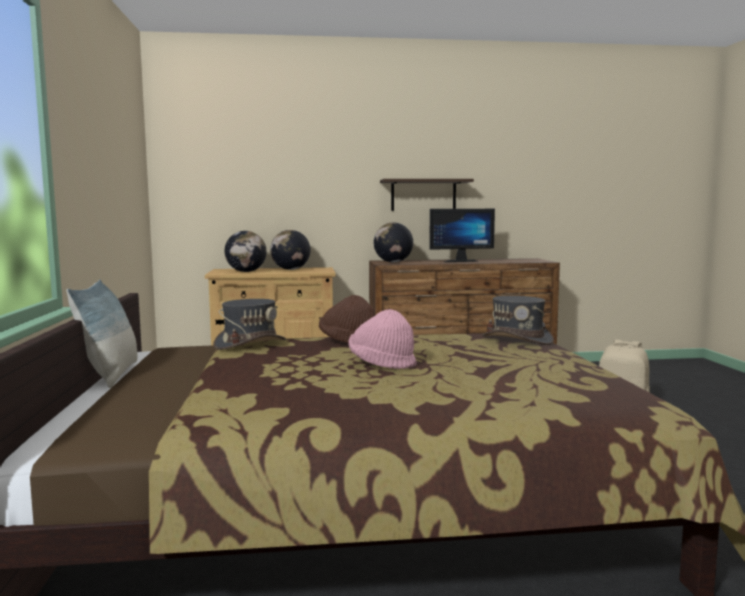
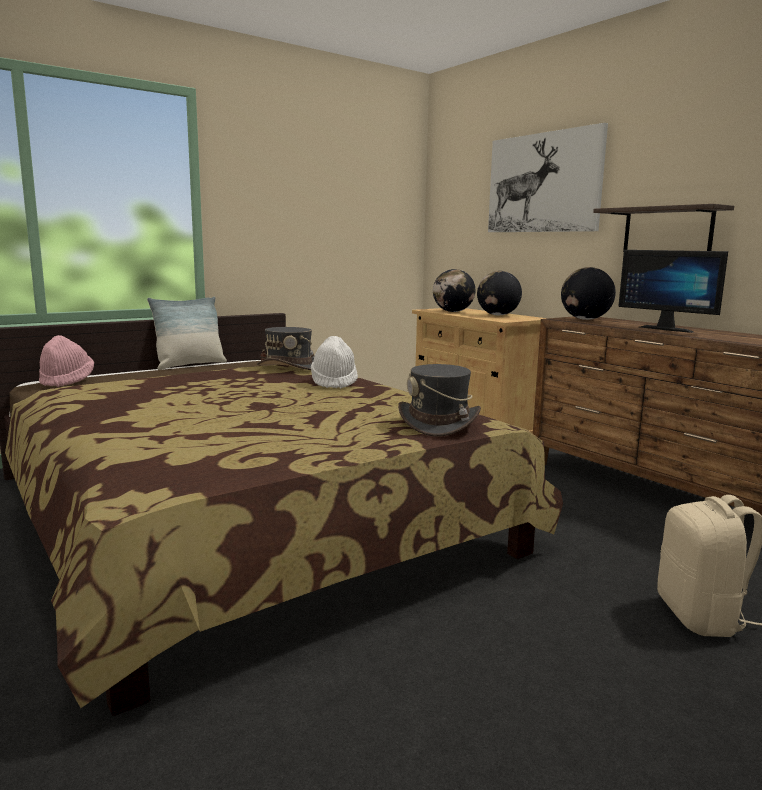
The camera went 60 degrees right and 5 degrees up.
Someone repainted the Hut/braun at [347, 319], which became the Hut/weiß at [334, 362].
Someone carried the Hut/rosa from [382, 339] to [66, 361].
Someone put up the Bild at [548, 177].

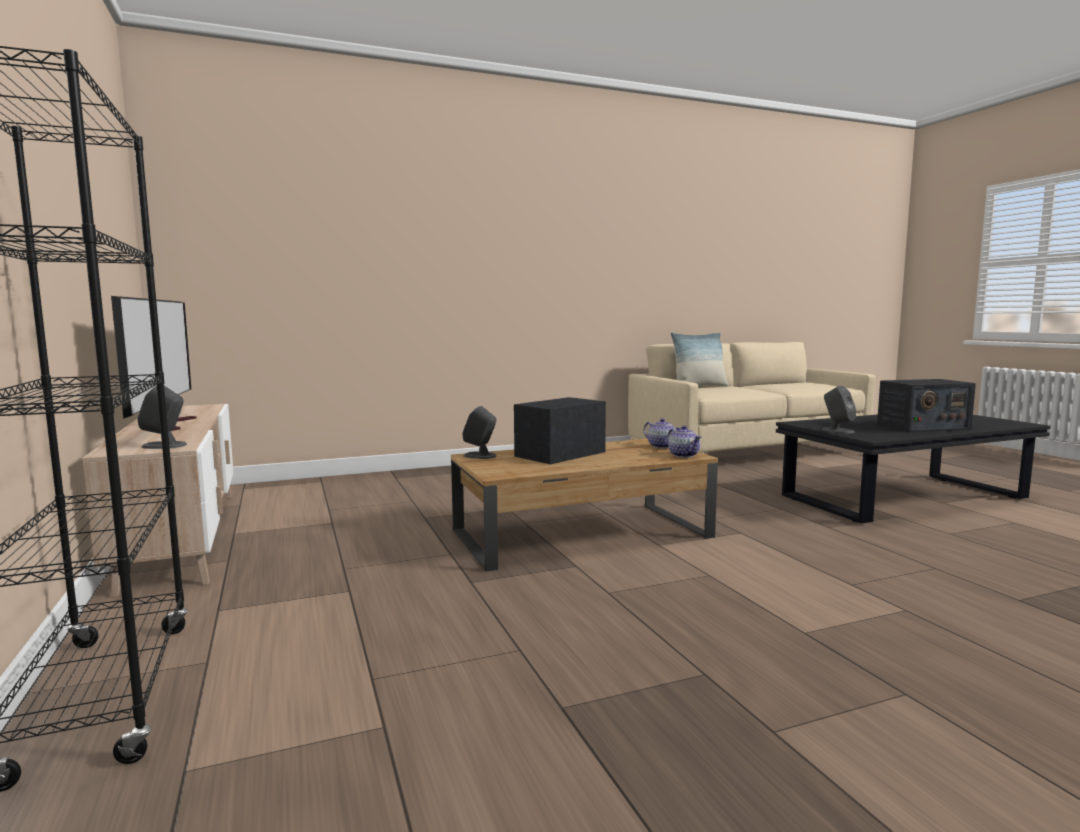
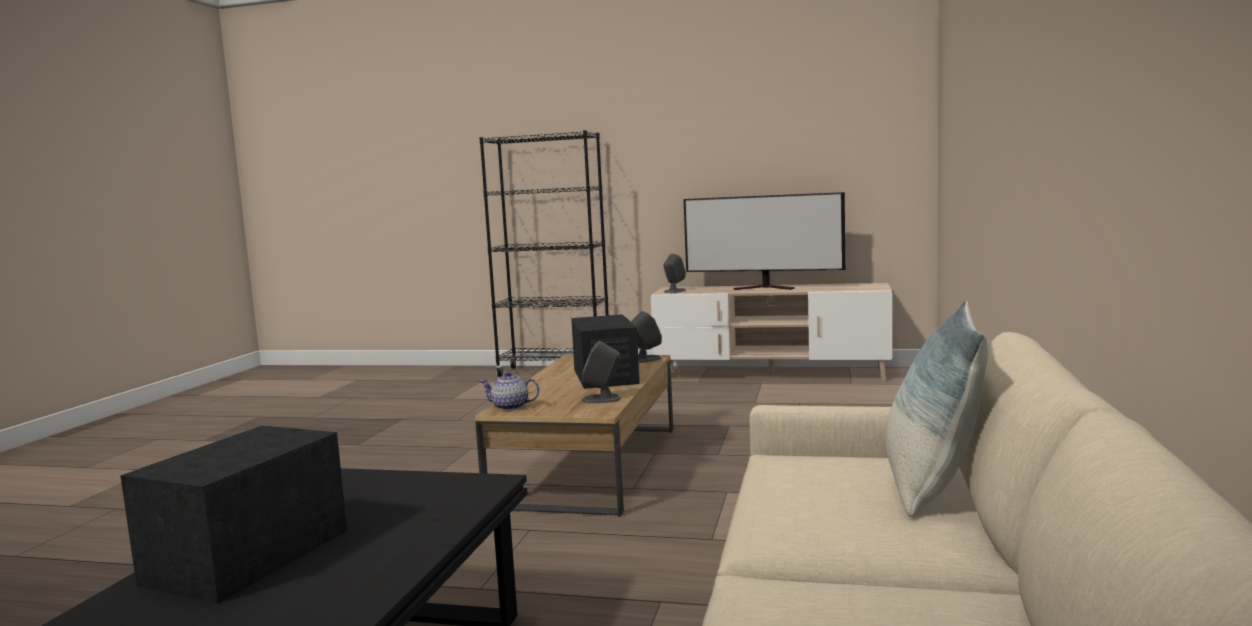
The camera went 125 degrees right and 0 degrees up.
Someone carried the Lautsprecher/grau from [839, 410] to [601, 372].
Someone took away the Teekanne at [663, 433].

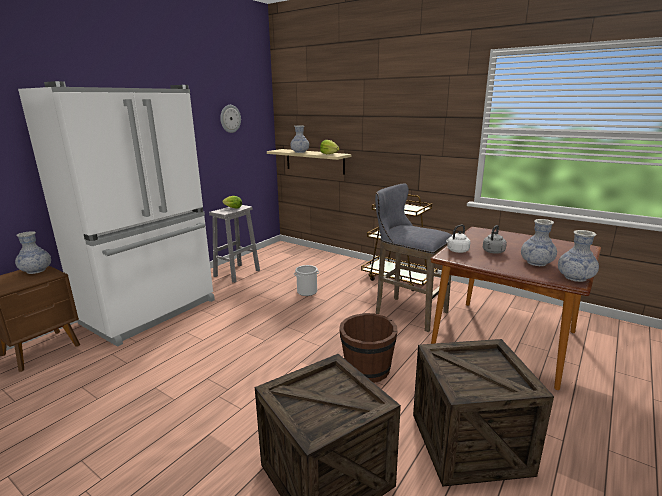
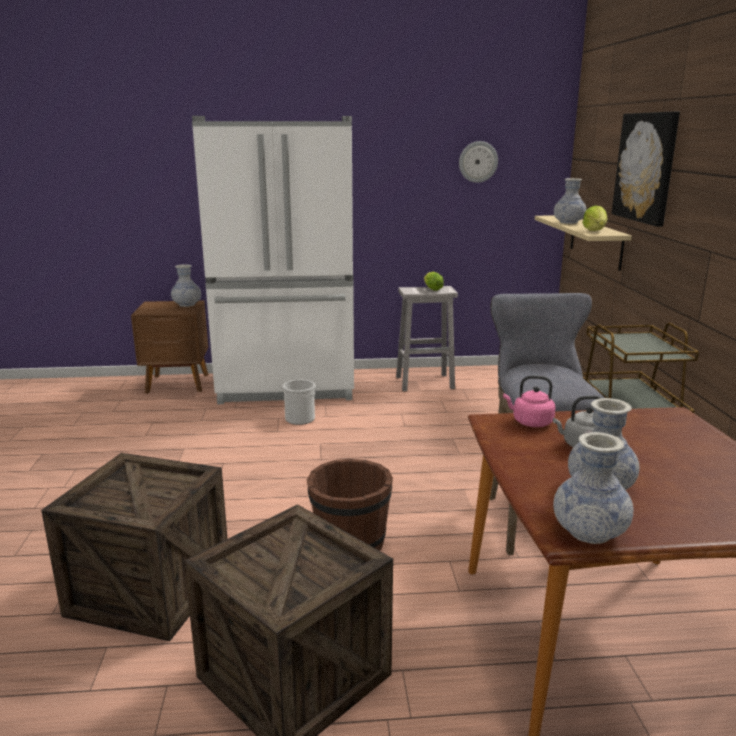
The camera went 50 degrees right and 0 degrees up.
Someone repainted the Wasserkessel/weiß at [458, 239], which became the Wasserkessel/rosa at [529, 401].
Someone carried the Eimer from [306, 280] to [299, 402].
Someone put up the Bild at [646, 169].

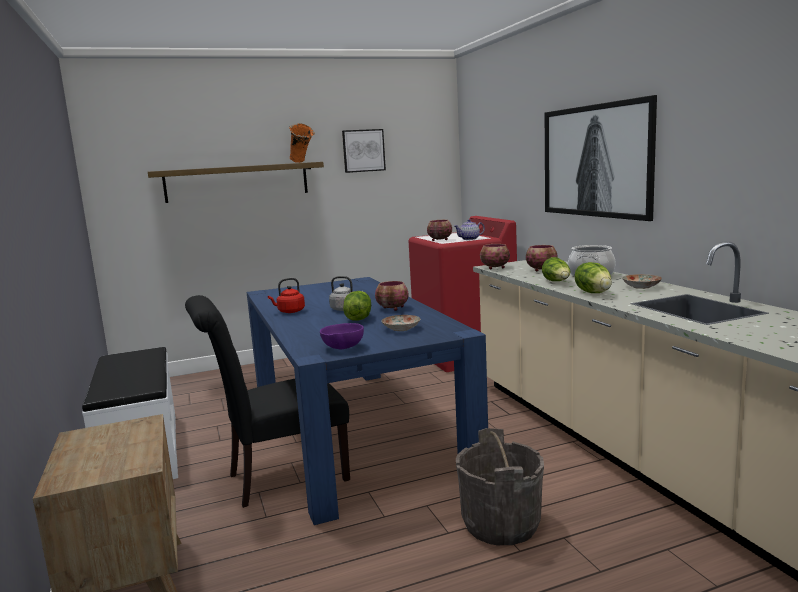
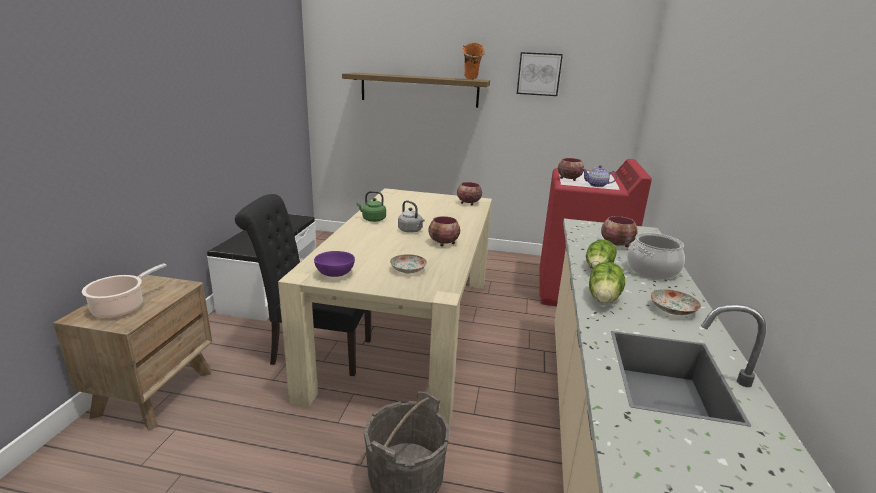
The camera went 30 degrees right and 10 degrees up.
Someone took away the Bild at [601, 158].
Someone carried the Schüssel from [495, 256] to [469, 193].
Someone repainted the Esstisch/blau at [367, 401], which became the Esstisch/beige at [385, 307].
Someone repainted the Wasserkessel/rot at [286, 295], which became the Wasserkessel/grün at [371, 206].
Someone took away the Salatkopf at [357, 306].
Someone put down the Kochtopf at [124, 290].

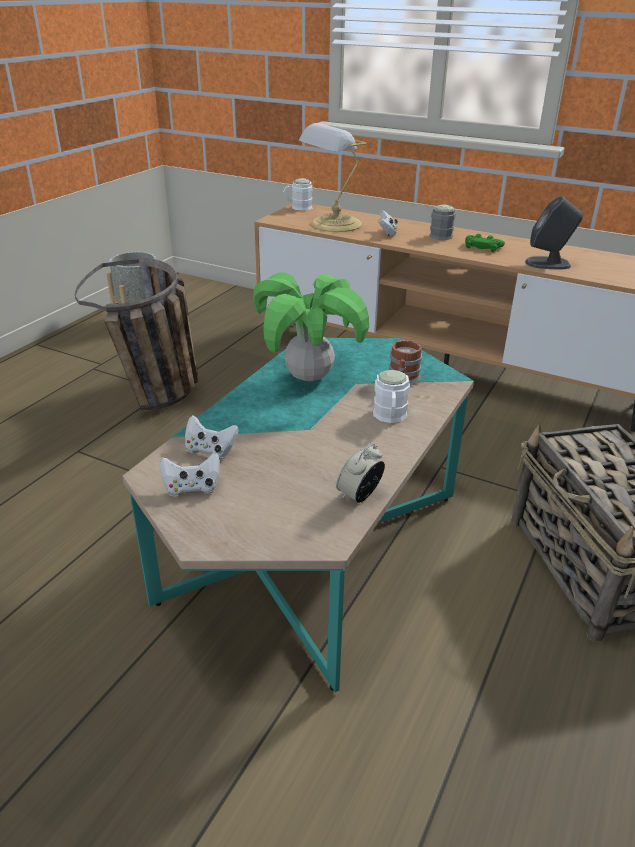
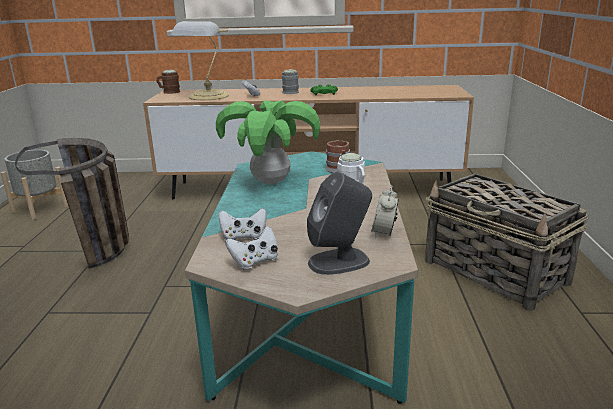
The camera went 25 degrees left and 10 degrees down.
Someone repainted the Henkelbecher/weiß at [298, 194], which became the Henkelbecher/braun at [168, 82].
Someone carried the Lautsprecher/grau from [554, 232] to [339, 223].

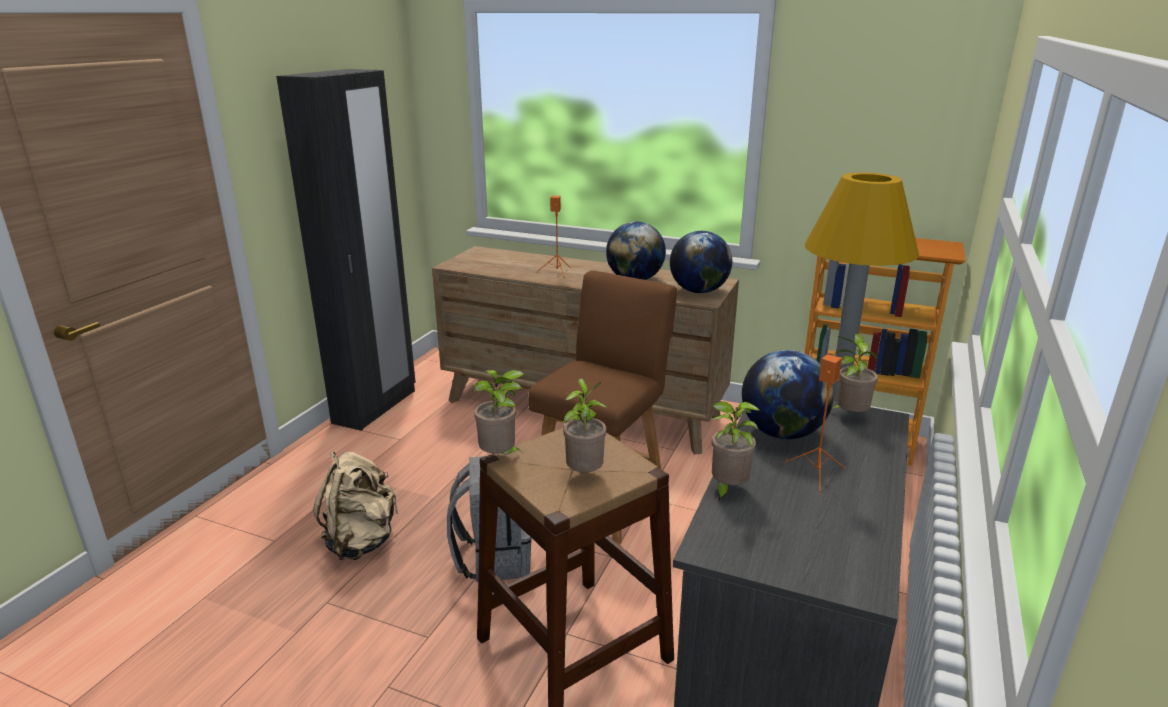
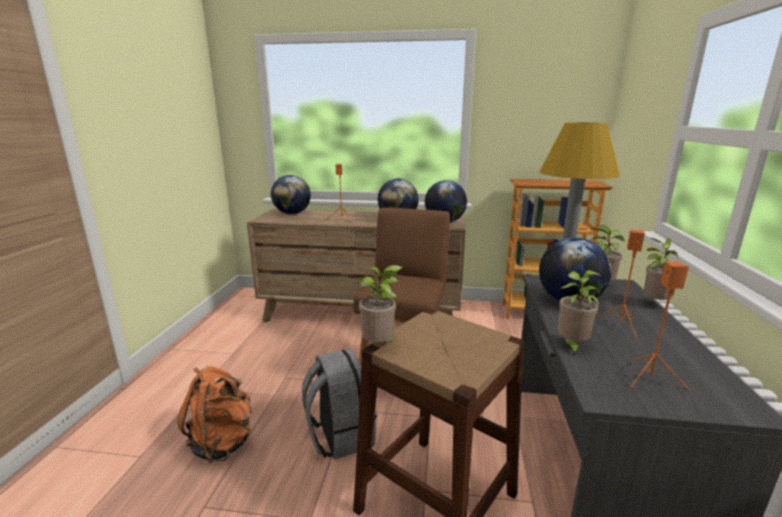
The camera went 15 degrees left and 5 degrees down.
Someone took away the Kleiderschrank/schwarz at [346, 250].
Someone carried the Topfpflanze from [584, 425] to [659, 269].
Someone repainted the Rucksack/beige at [356, 505], which became the Rucksack/orange at [214, 414].
Someone put down the Globus at [291, 194].
Someone put down the Lautsprecher/orange at [659, 326].

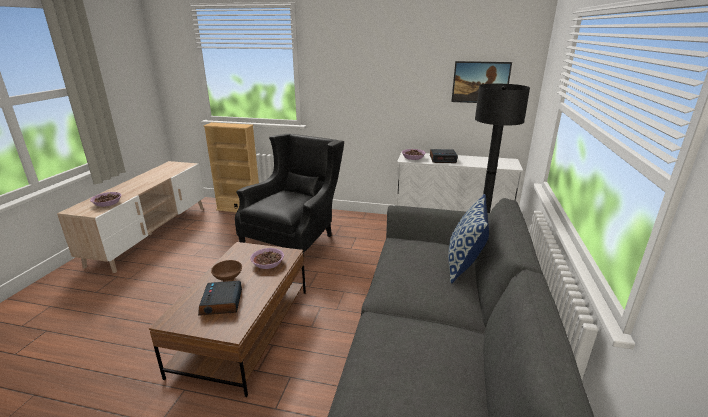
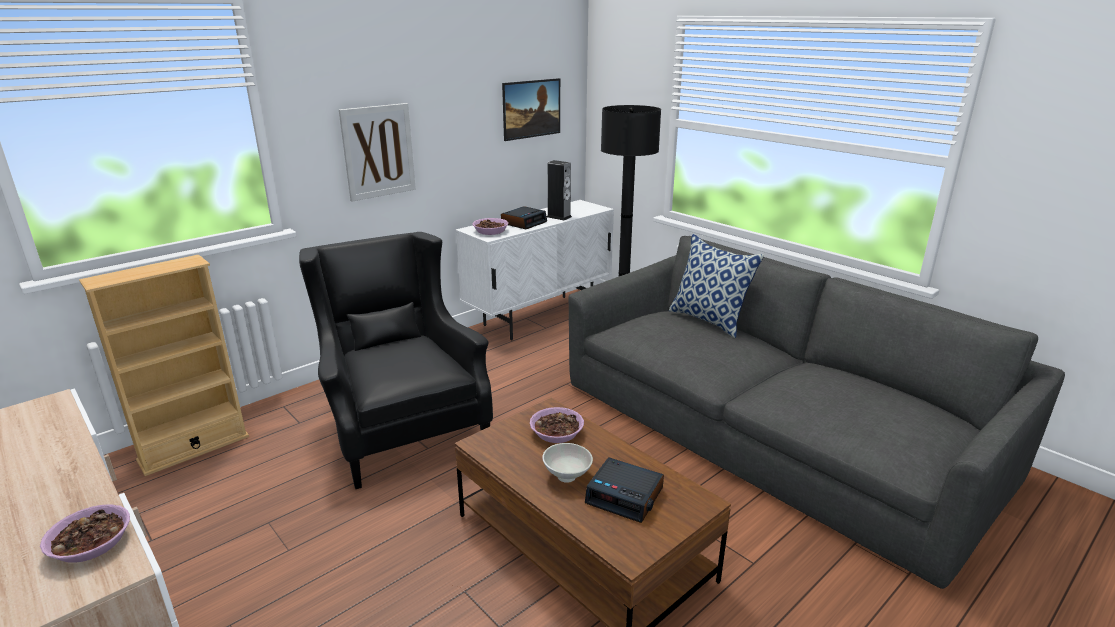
The camera went 55 degrees left and 0 degrees up.
Someone repainted the Schüssel/braun at [226, 271], which became the Schüssel/weiß at [567, 463].
Someone put up the Bild at [377, 152].
Someone put down the Lautsprecher at [559, 190].

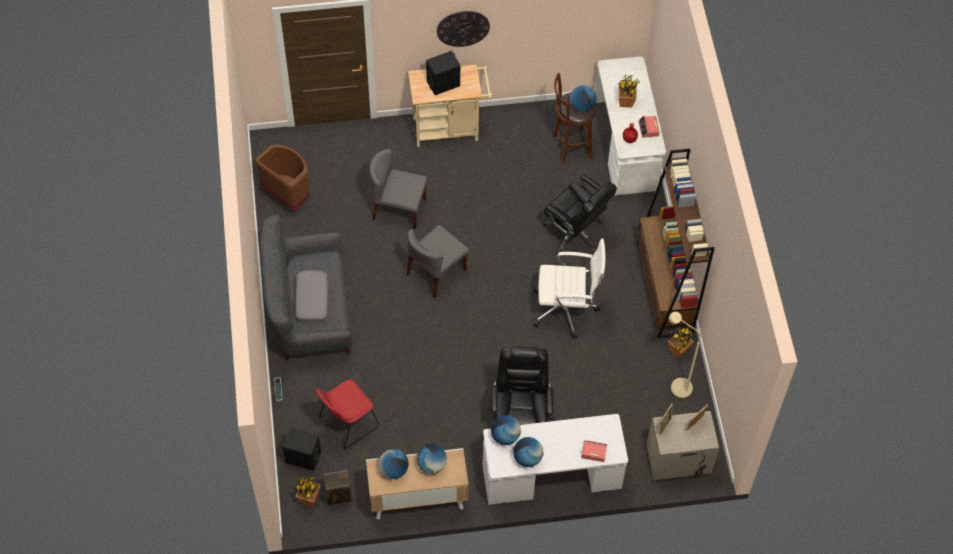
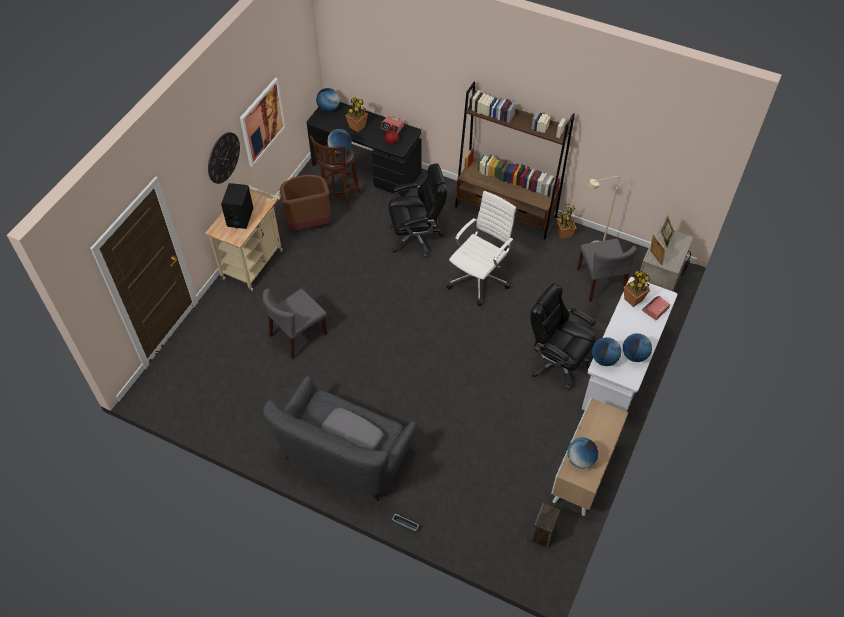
The camera went 55 degrees left and 5 degrees down.
Someone repainted the Schreibtisch/weiß at [630, 125], which became the Schreibtisch/schwarz at [363, 149].
Someone carried the Mülleimer/braun from [282, 178] to [305, 203].
Someone carried the Stuhl/grau from [438, 261] to [607, 270].
Someone took away the Stuhl/rot at [347, 414].
Someone took away the Lautsprecher/schwarz at [301, 449].
Someone carried the Globus from [432, 459] to [328, 100].
Someone carried the Topfpflanze from [308, 491] to [637, 288].
Someone put up the Bild at [262, 122].

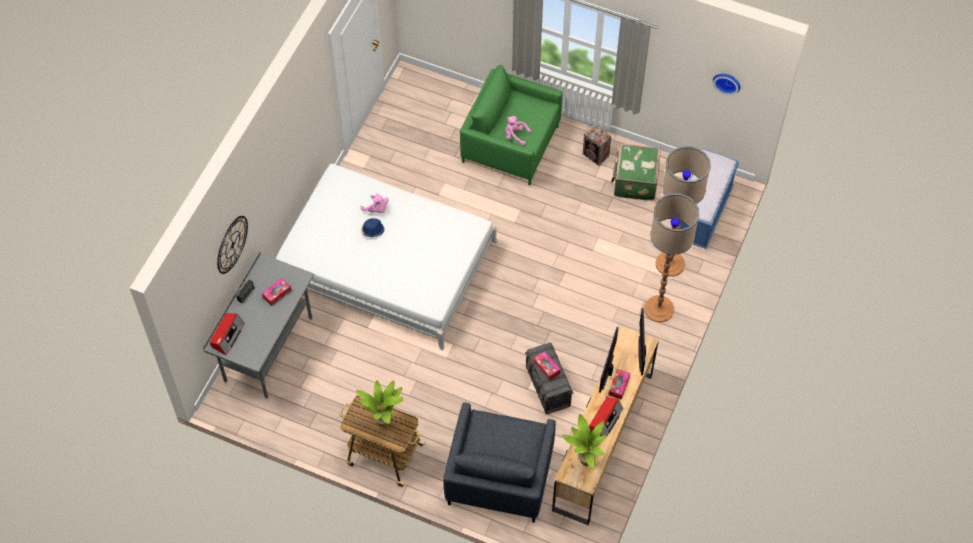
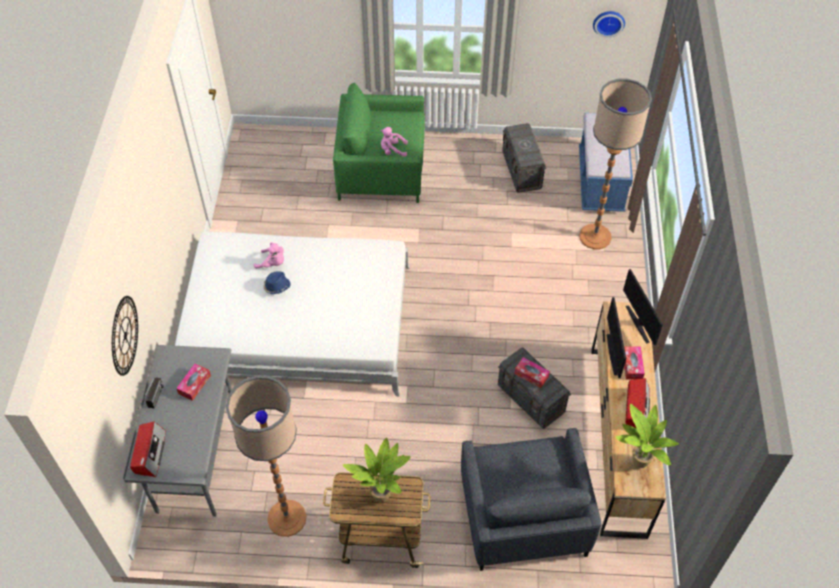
The camera went 20 degrees left and 5 degrees down.
Someone took away the Lautsprecher at [597, 145].
Someone swapped the Koffer/grün at [636, 172] for the Aufbewahrungsbox/grau at [524, 158].
Someone carried the Stehlampe from [671, 257] to [266, 456].

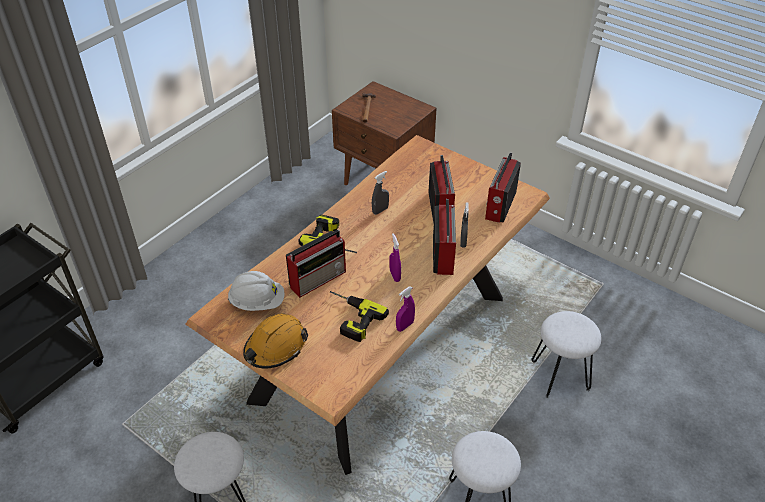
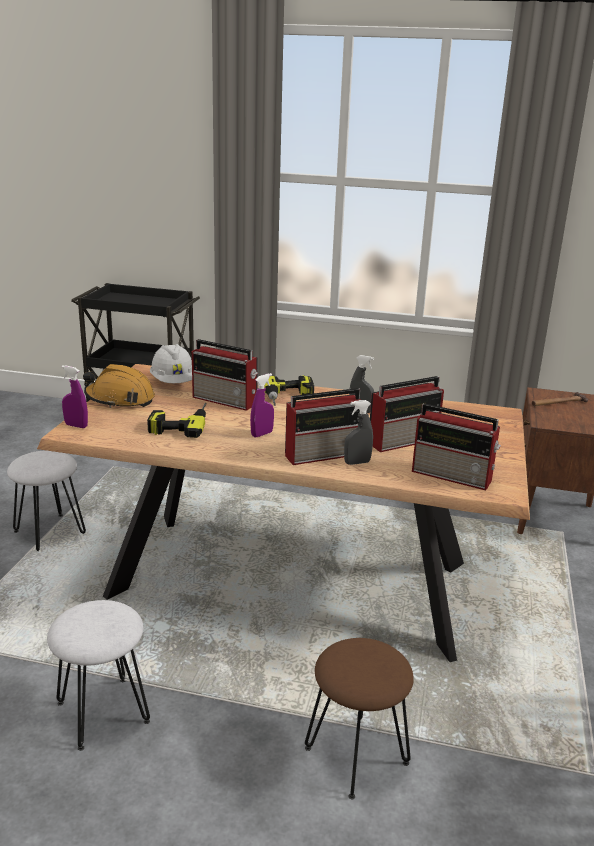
The camera went 65 degrees right and 20 degrees down.
Someone rotated the Radio at [503, 188] by 150 degrees counterclockwise.
Someone carried the Sprühflasche/lila from [405, 309] to [74, 396].
Someone repainted the Hocker/weiß at [566, 354], which became the Hocker/braun at [359, 718].

